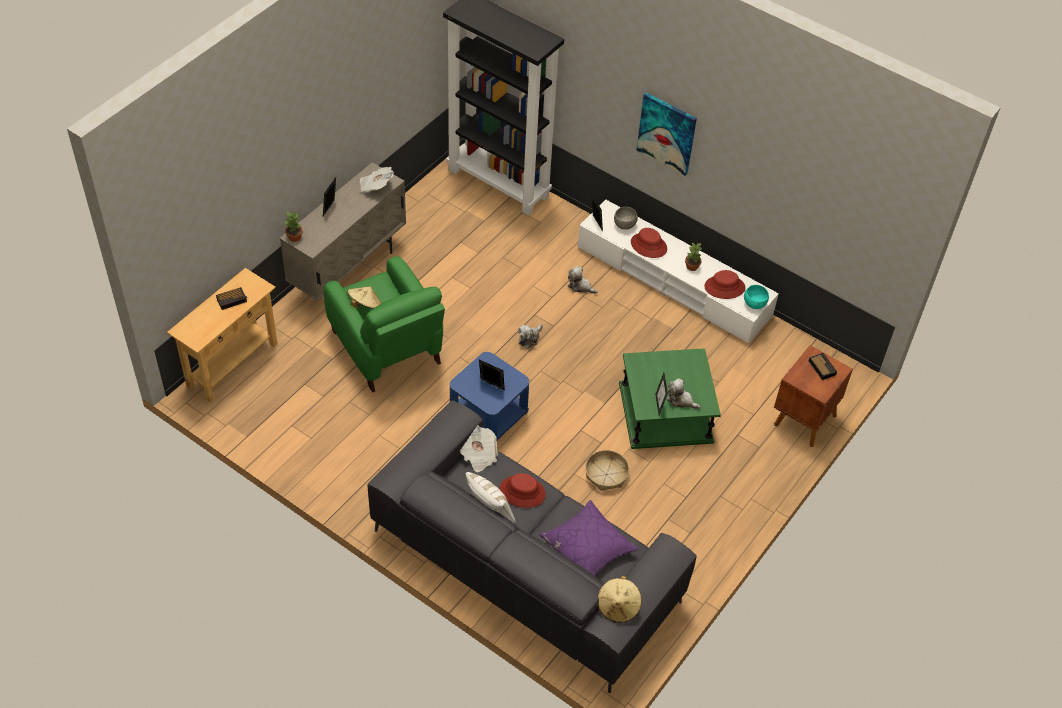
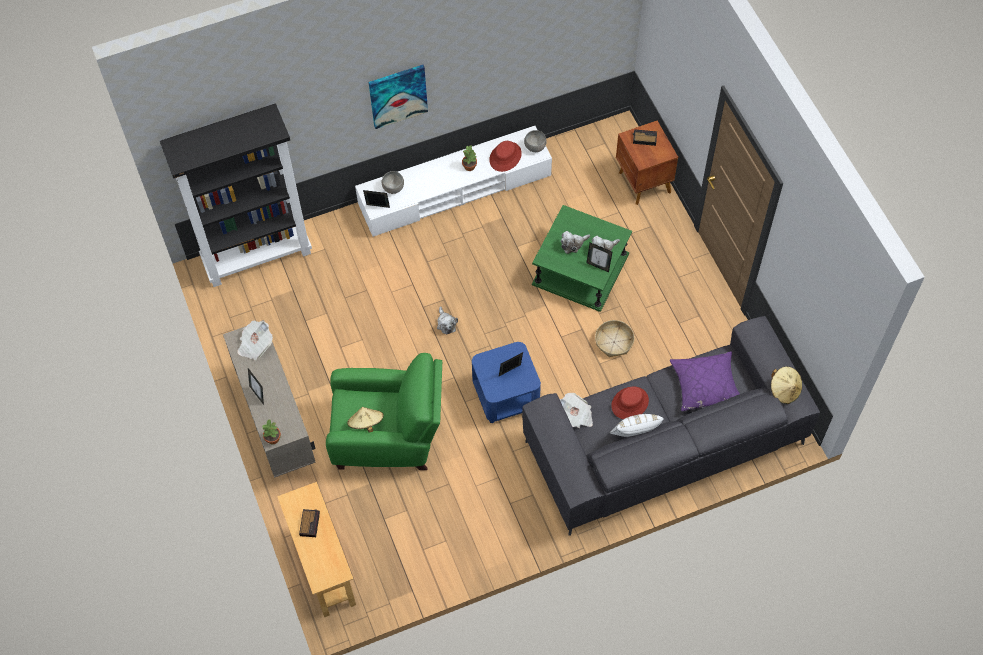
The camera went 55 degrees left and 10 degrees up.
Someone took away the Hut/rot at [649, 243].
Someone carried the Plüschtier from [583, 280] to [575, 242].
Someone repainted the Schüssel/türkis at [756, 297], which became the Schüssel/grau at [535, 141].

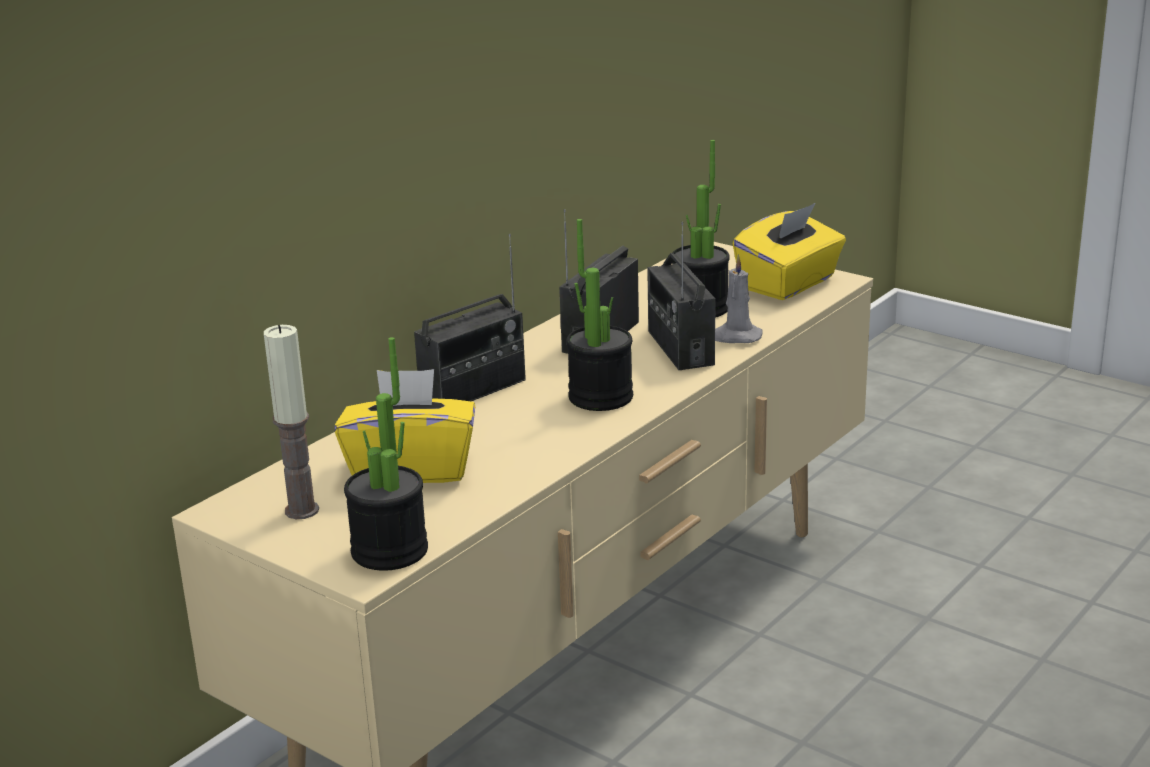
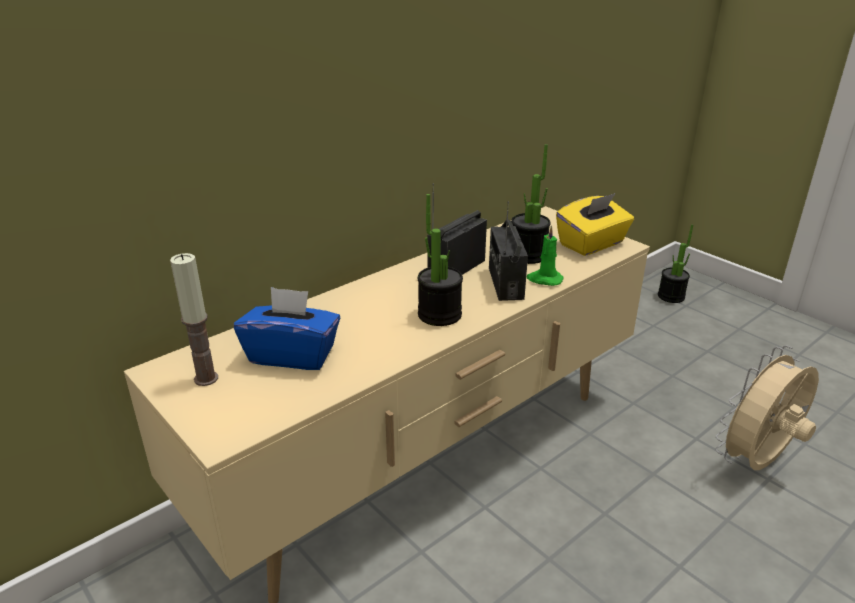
The camera went 10 degrees right and 5 degrees up.
Someone took away the Radio at [470, 317].
Someone repainted the Kerze/grau at [738, 298], which became the Kerze/grün at [545, 255].
Someone carried the Topfpflanze from [386, 454] to [675, 263].
Someone repainted the Taschentuchbox/gelb at [405, 426], which became the Taschentuchbox/blau at [287, 328].
Someone put down the Ventilator/beige at [767, 407].

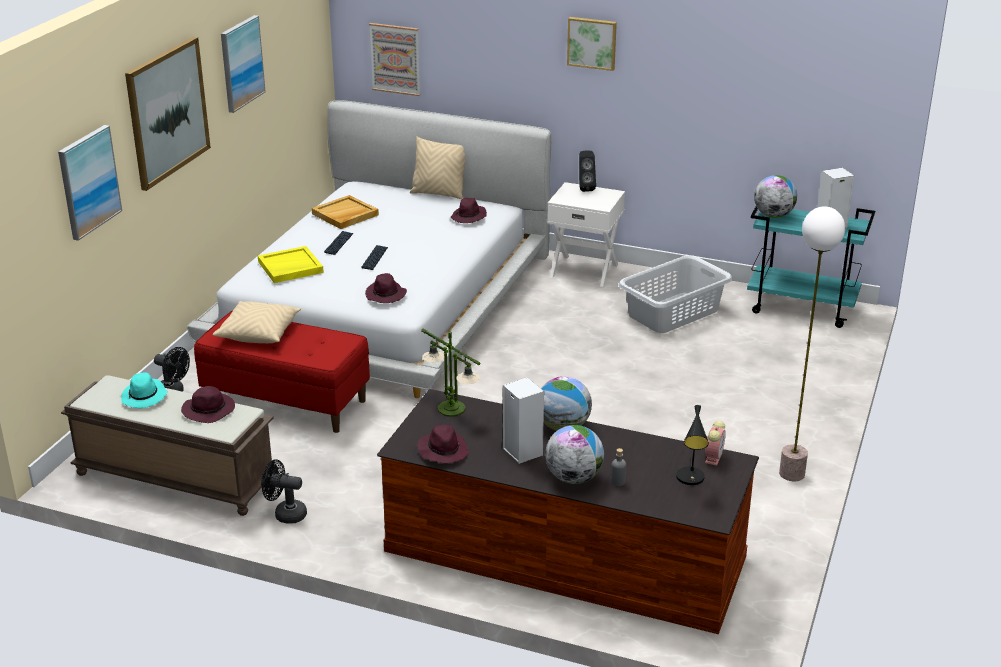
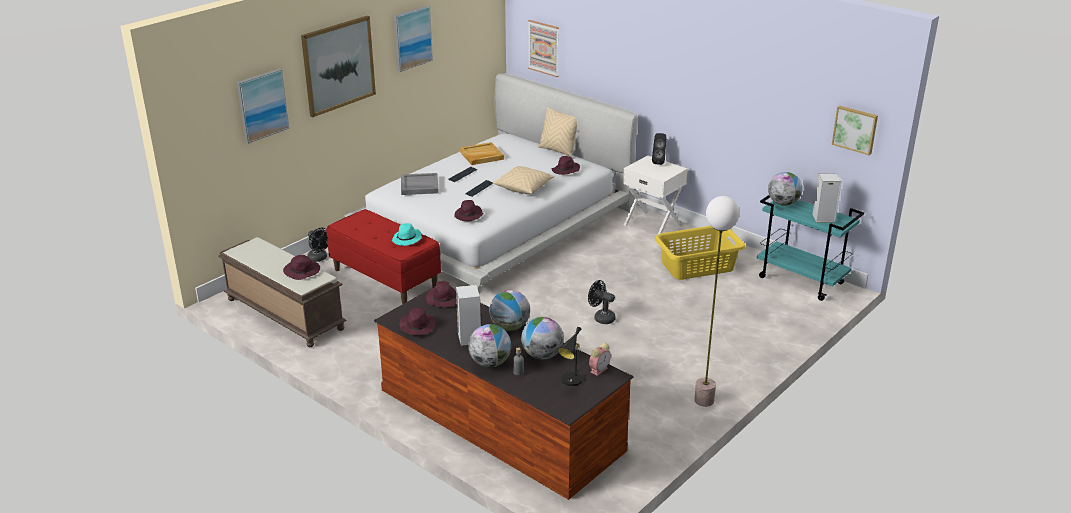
The camera went 20 degrees right and 0 degrees up.
Someone carried the Bild from [592, 44] to [855, 130].
Someone repainted the Tablett/gelb at [291, 264], which became the Tablett/grau at [420, 184].
Someone repainted the Wäschekorb/grau at [675, 294], which became the Wäschekorb/gelb at [700, 253].
Someone carried the Kissen/beige from [256, 322] to [524, 180].
Someone swapped the Tischlampe at [451, 373] for the Hut/lila at [441, 294].
Someone carried the Hut/türkis from [144, 390] to [407, 234].
Someone carried the Ventilator/schwarz from [284, 491] to [602, 302].
Someone put down the Globus at [542, 338].

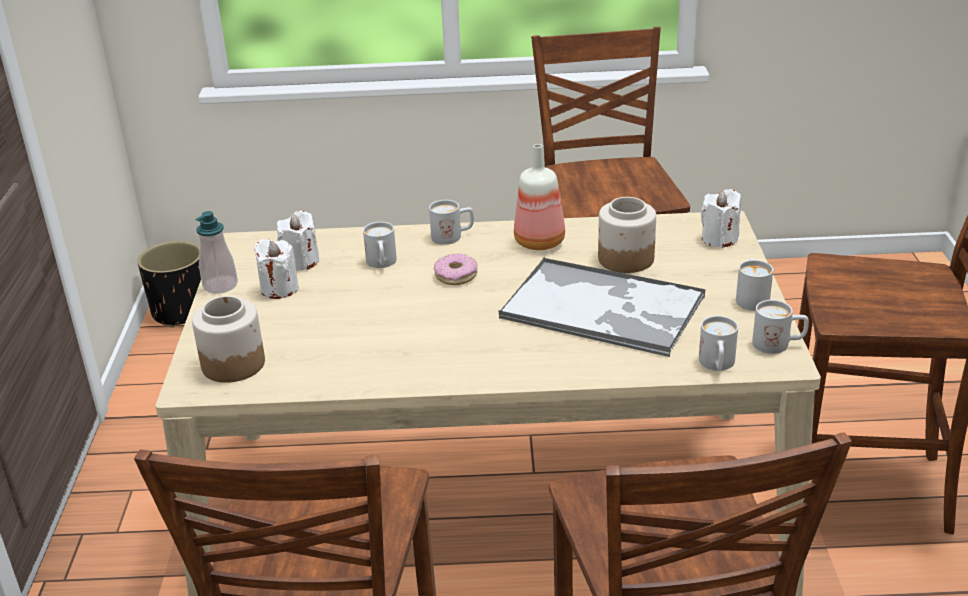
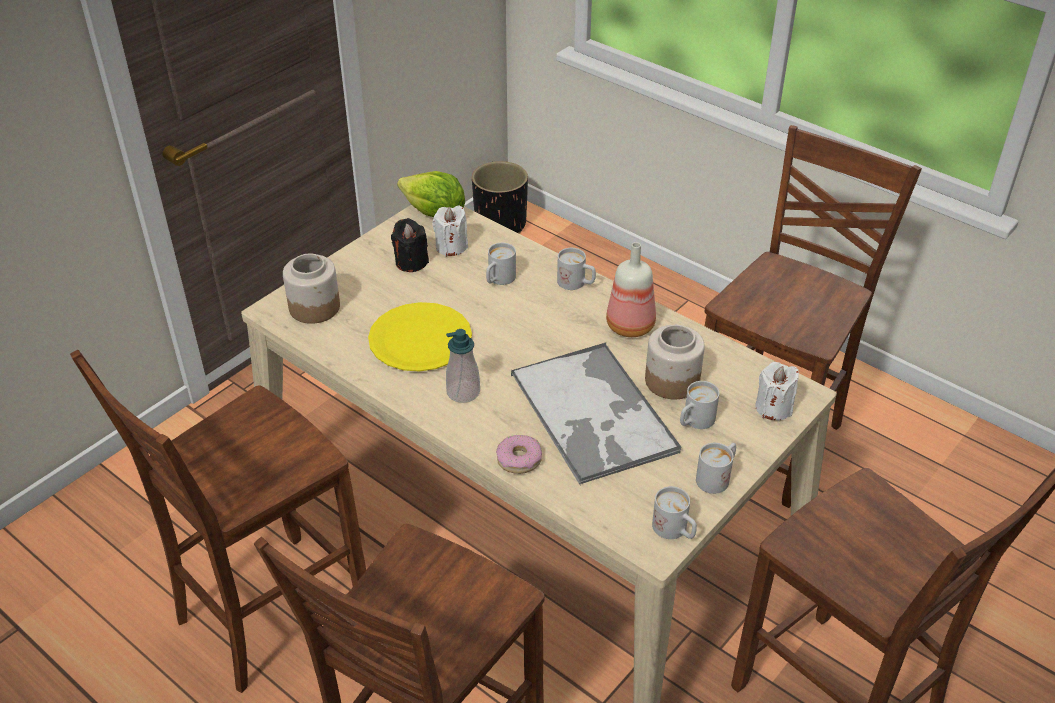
The camera went 40 degrees right and 10 degrees up.
Someone carried the Seifenspender from [217, 252] to [463, 366].
Someone repainted the Kerze/weiß at [276, 269], which became the Kerze/schwarz at [410, 245].
Someone carried the Donut from [455, 269] to [519, 454].
Someone carried the Henkelbecher/weiß from [718, 343] to [700, 405].
Someone put down the Salatkopf at [431, 194].
Someone put down the Teller/gelb at [420, 337].

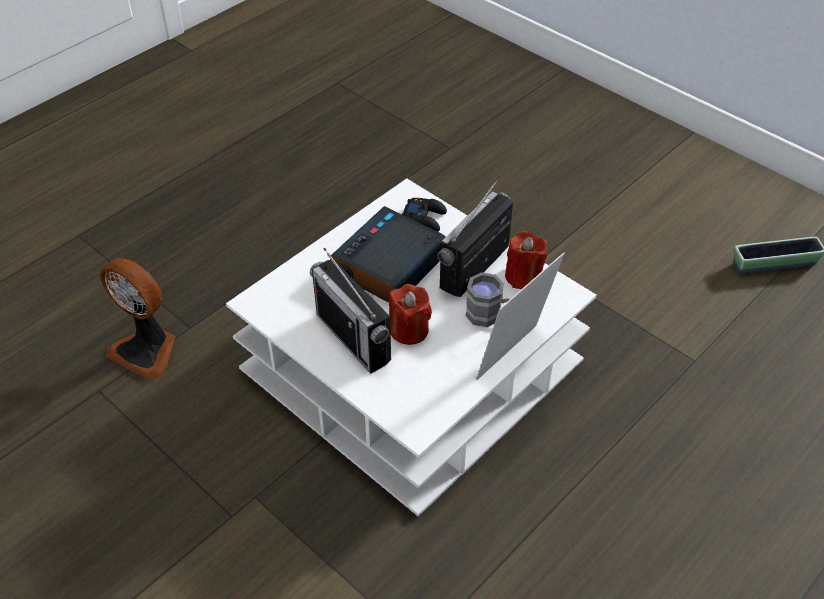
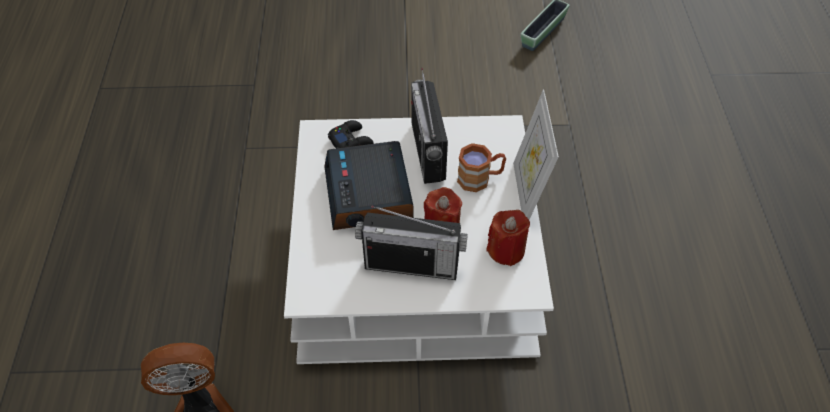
The camera went 45 degrees left and 5 degrees up.
Someone carried the Kerze/rot from [526, 260] to [508, 238].
Someone repainted the Henkelbecher/grau at [487, 299], which became the Henkelbecher/braun at [481, 167].

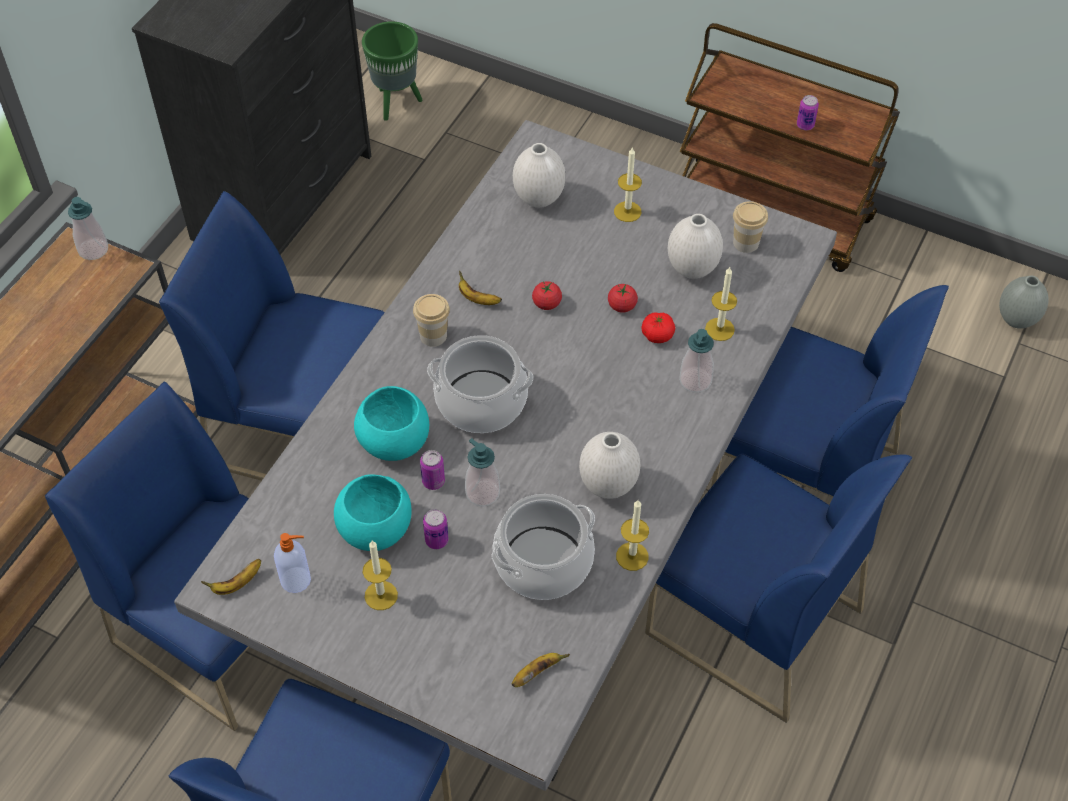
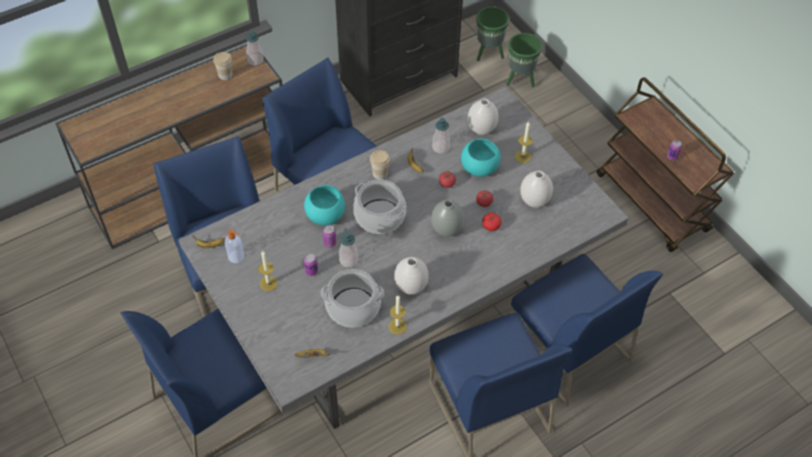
The camera went 30 degrees right and 0 degrees up.
Someone carried the Tasse from [750, 227] to [223, 66].
Someone took away the Kerze at [721, 304].
Someone carried the Vase/grau from [1023, 302] to [447, 218].
Someone carried the Seifenspender from [696, 361] to [441, 136].
Someone carried the Schüssel/türkis from [372, 512] to [481, 158].
Someone put down the Pflanzkübel/grün at [524, 60].

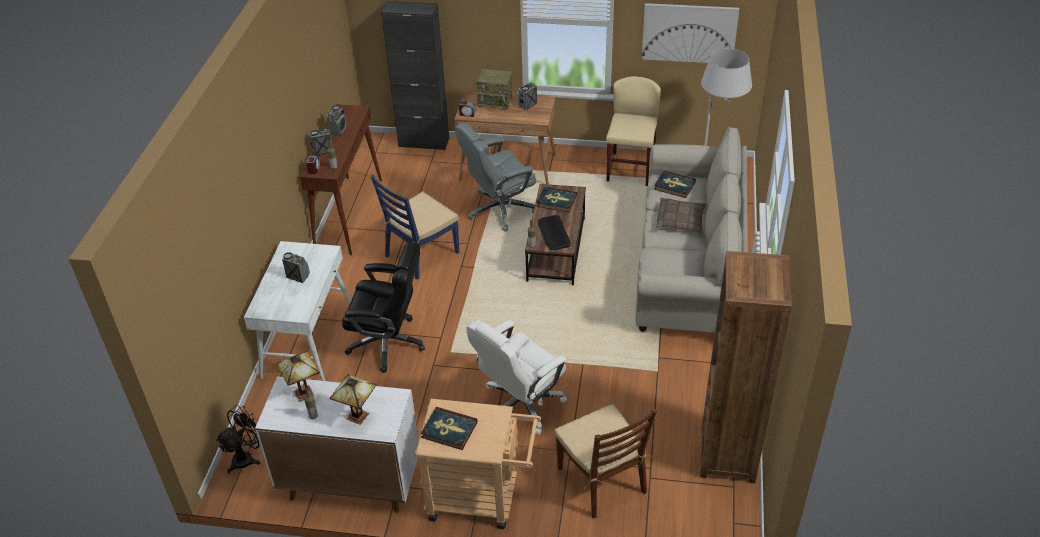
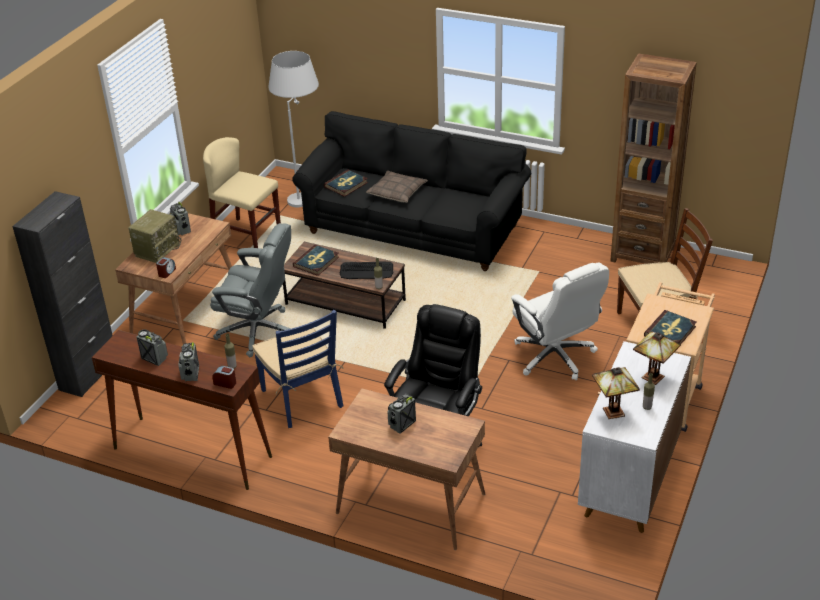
The camera went 75 degrees left and 5 degrees down.
Someone took away the Bild at [690, 33].
Someone rotated the Bürostuhl/grau at [495, 177] by 60 degrees counterclockwise.
Someone repainted the Sofa/beige at [691, 230], which became the Sofa/schwarz at [411, 191].
Someone repainted the Schreibtisch/weiß at [297, 311], which became the Schreibtisch/braun at [406, 469].
Someone took away the Ventilator/schwarz at [238, 439].

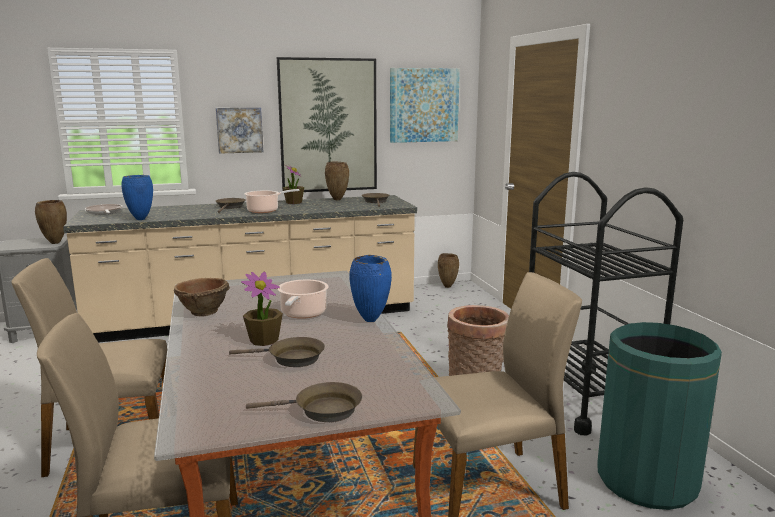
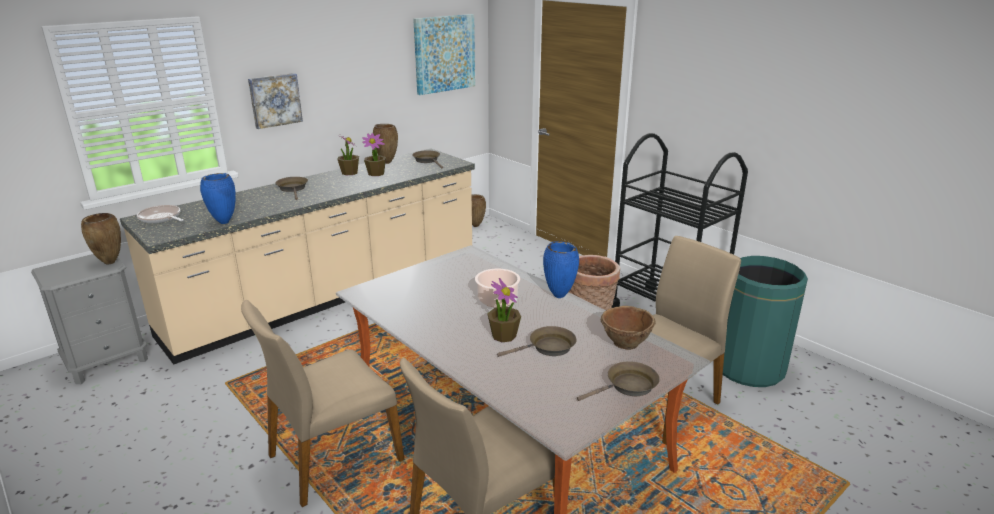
The camera went 25 degrees left and 10 degrees up.
Someone took away the Bild at [327, 124].
Someone took away the Kochtopf at [272, 201].
Someone carried the Schüssel/braun from [202, 297] to [628, 328].
Someone put down the Topfpflanze at [374, 154].

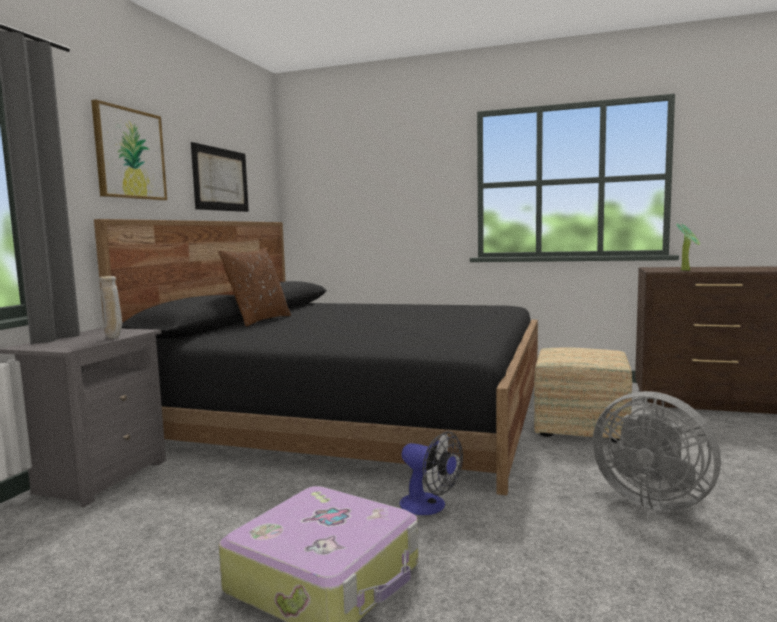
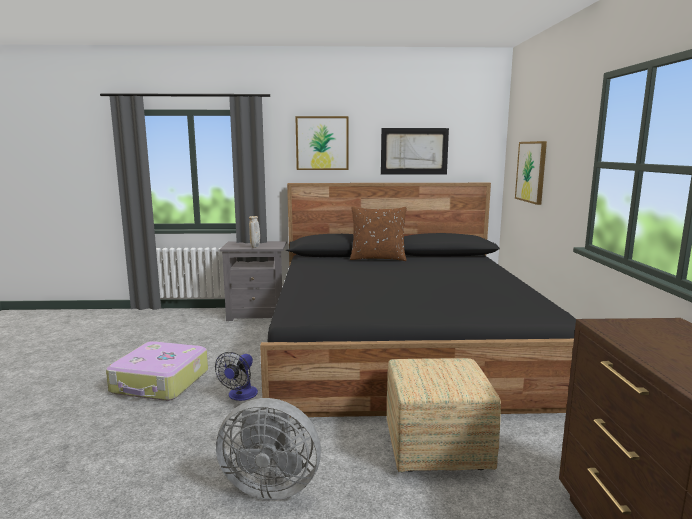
The camera went 70 degrees right and 5 degrees up.
Someone took away the Topfpflanze at [688, 247].
Someone rotated the Ventilator/grau at [657, 451] by 105 degrees counterclockwise.
Someone put up the Bild at [531, 173].

